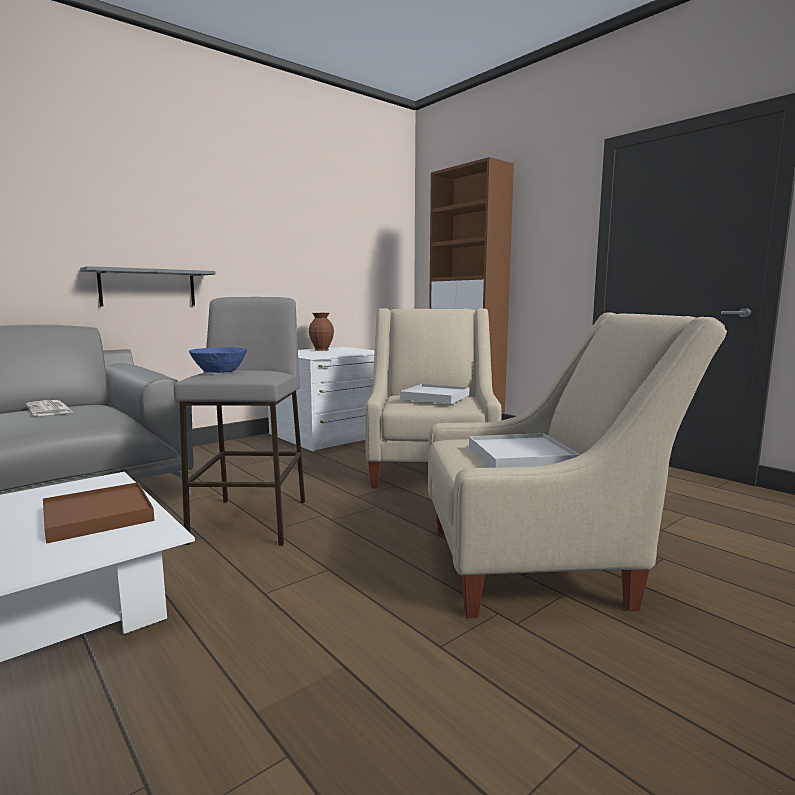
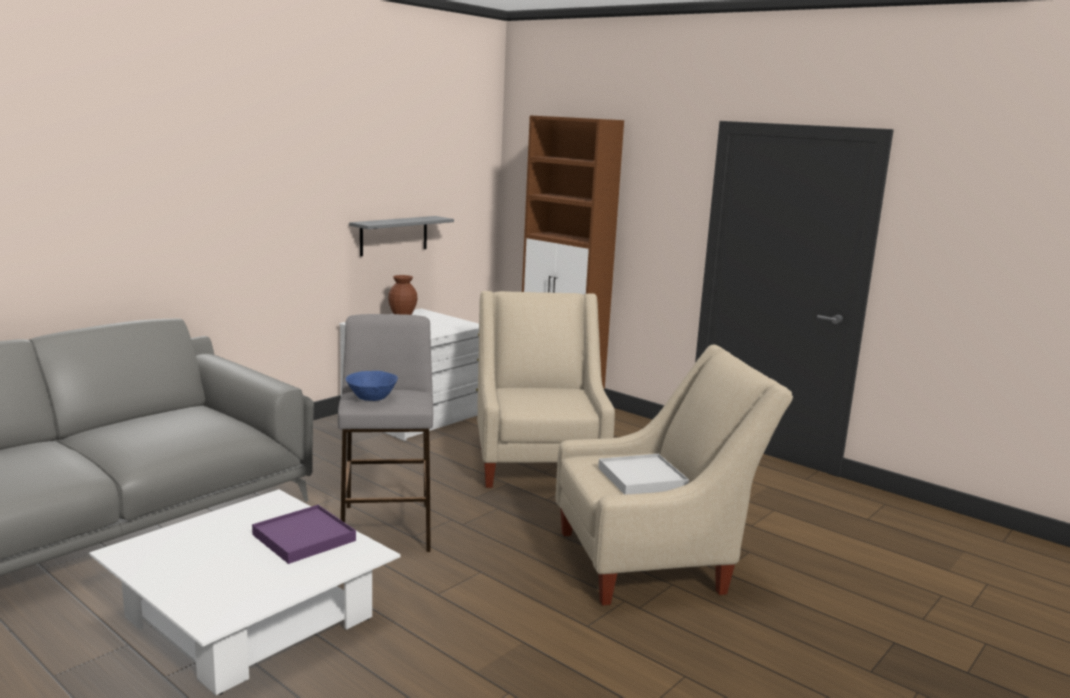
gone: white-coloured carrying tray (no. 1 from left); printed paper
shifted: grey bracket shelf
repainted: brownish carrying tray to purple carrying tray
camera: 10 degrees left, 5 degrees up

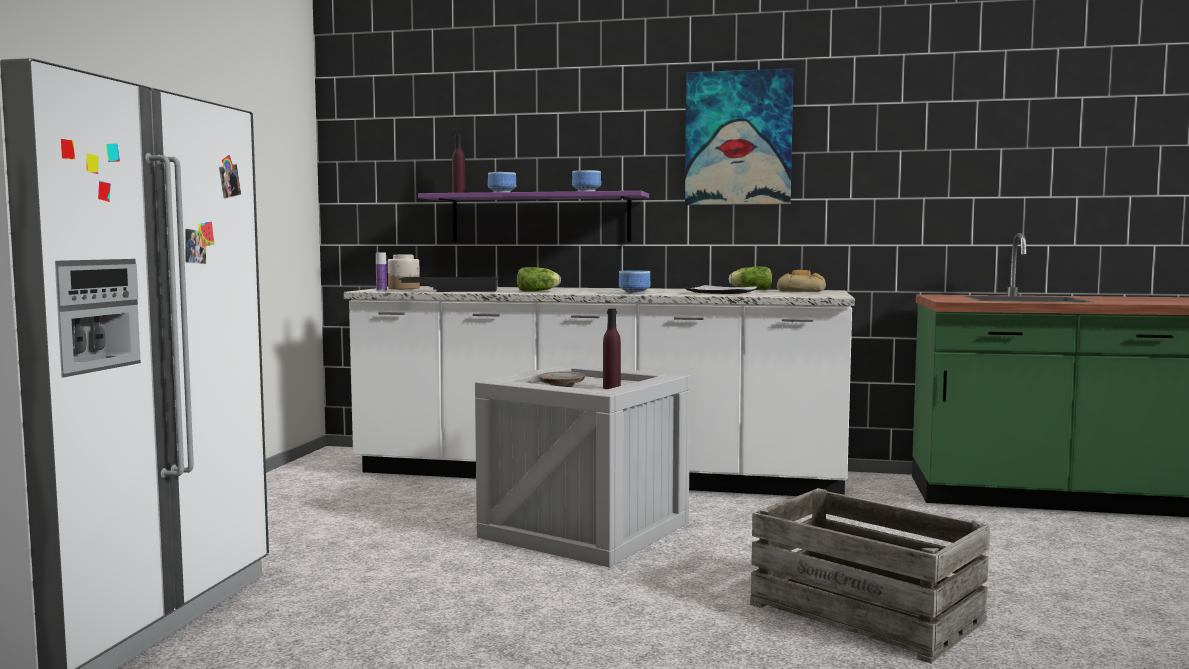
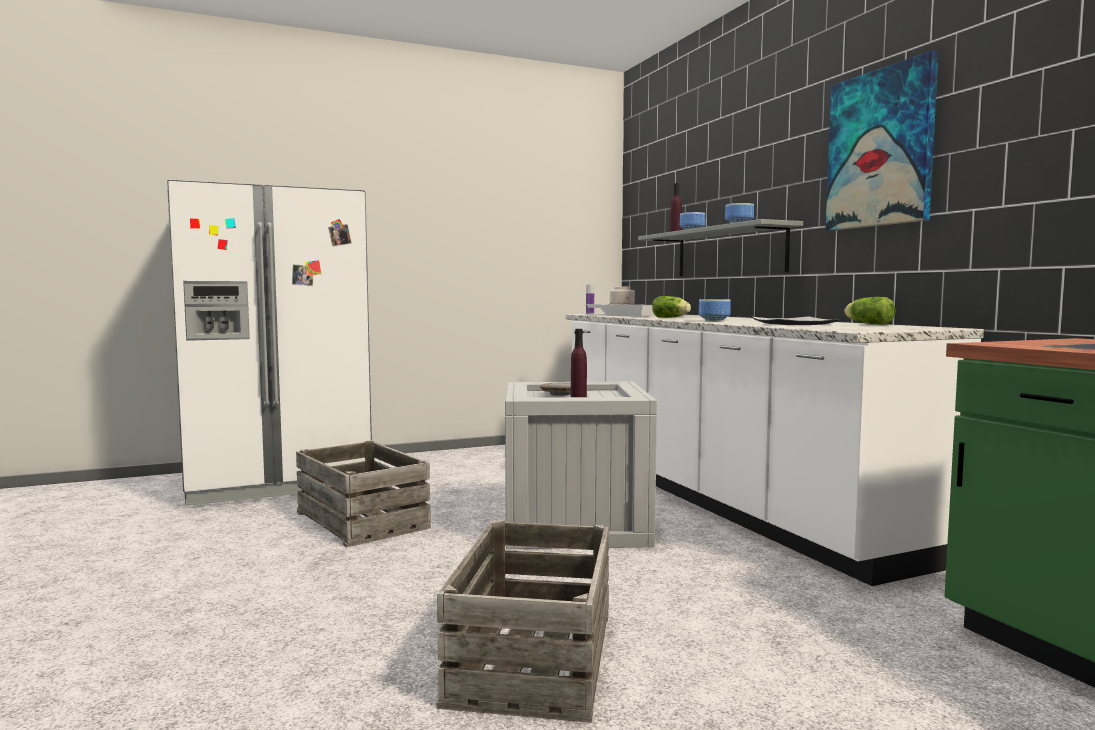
gone: bakery bread
new: crate (no. 1 from left)
repainted: purple bracket shelf to grey bracket shelf; blackish carrying tray to white-coloured carrying tray
camera: 55 degrees right, 0 degrees up

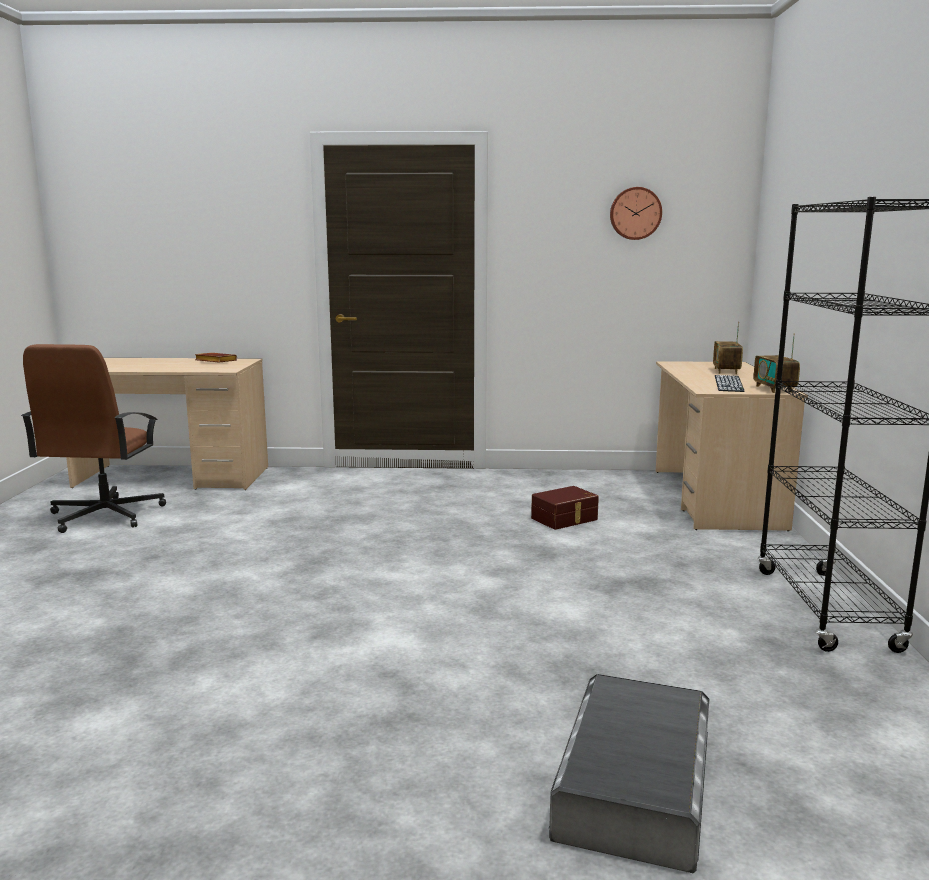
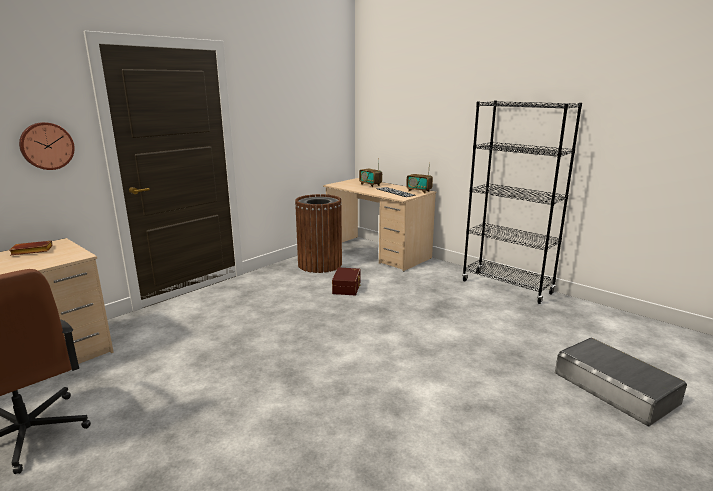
new: brownish rubbish bin
shifted: hanging clock
camera: 50 degrees left, 5 degrees up

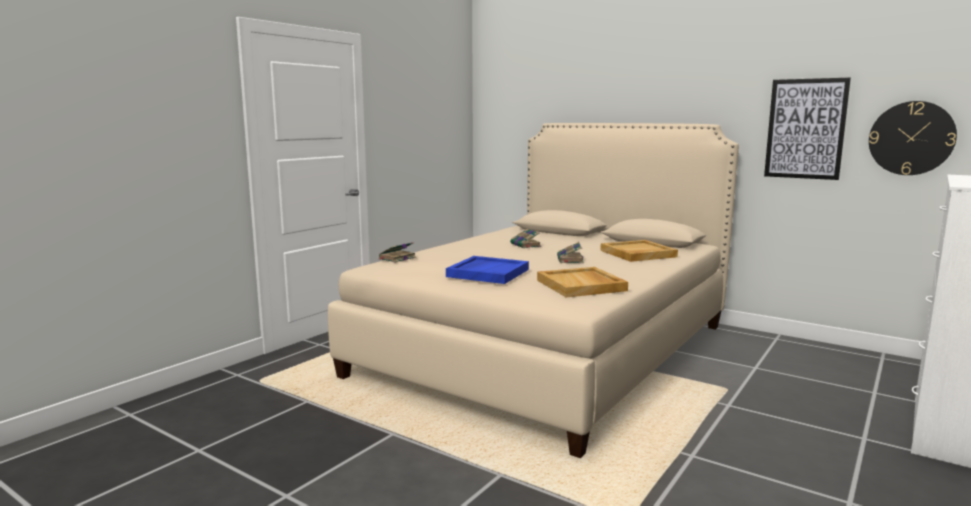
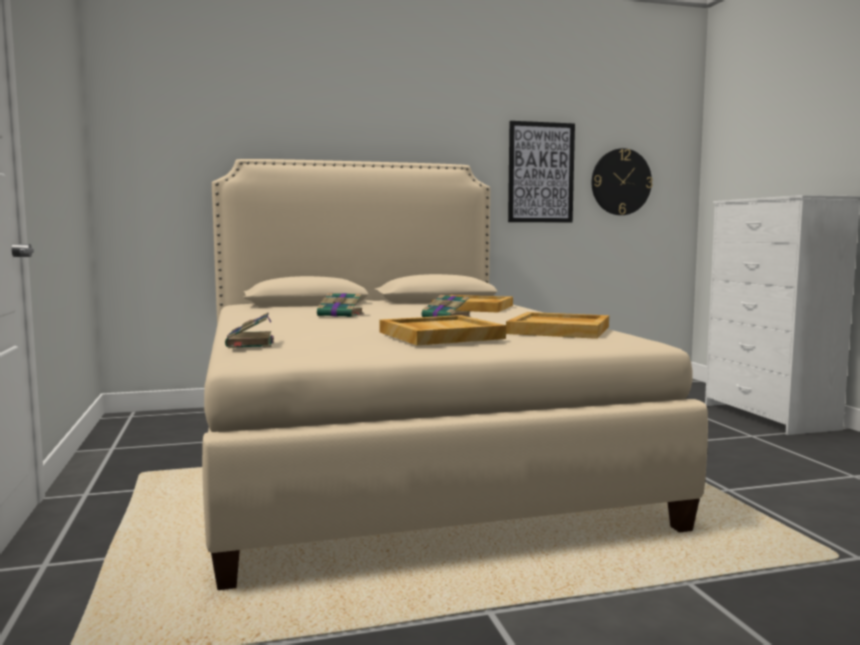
repainted: blue-coloured carrying tray to sand-coloured carrying tray (no. 1 from left)
camera: 50 degrees left, 5 degrees down

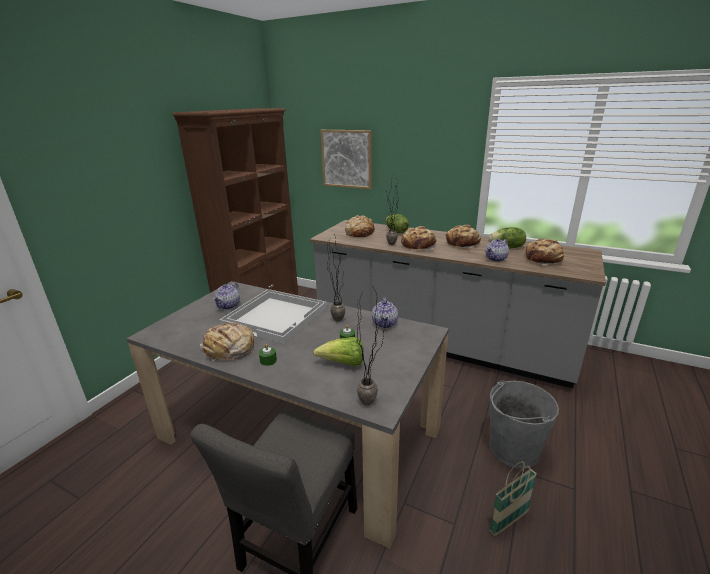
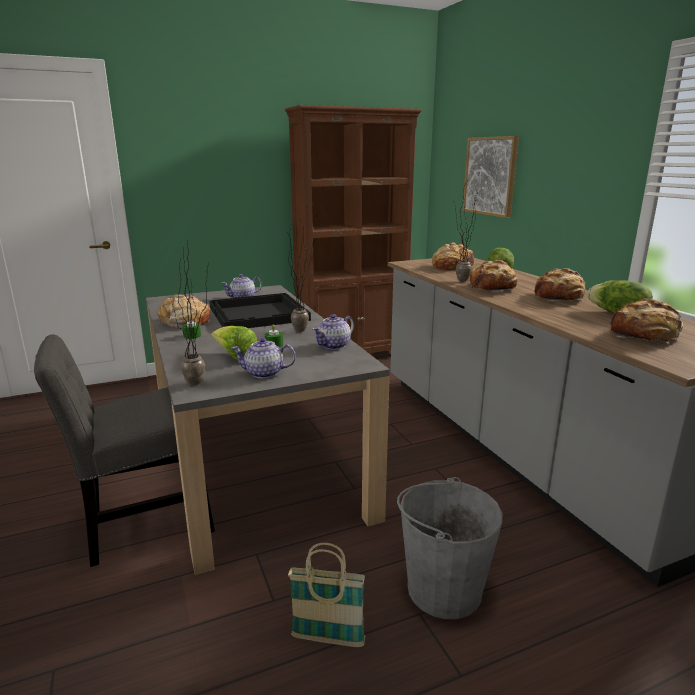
shifted: teapot (no. 3 from left in the first image) to teapot (no. 2 from left)
repainted: white-coloured carrying tray to blackish carrying tray
camera: 40 degrees right, 5 degrees down

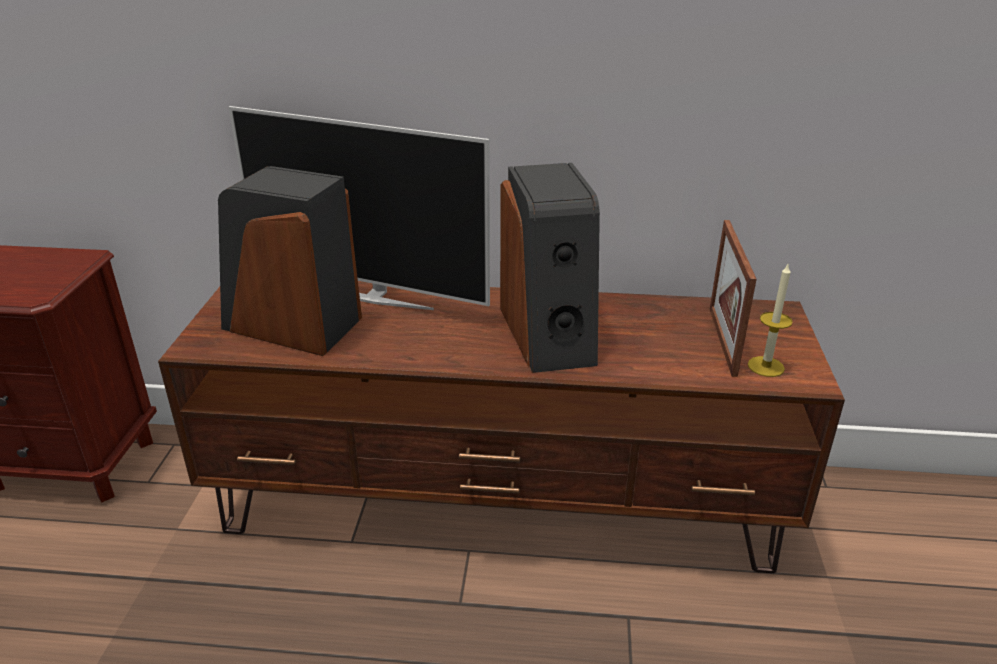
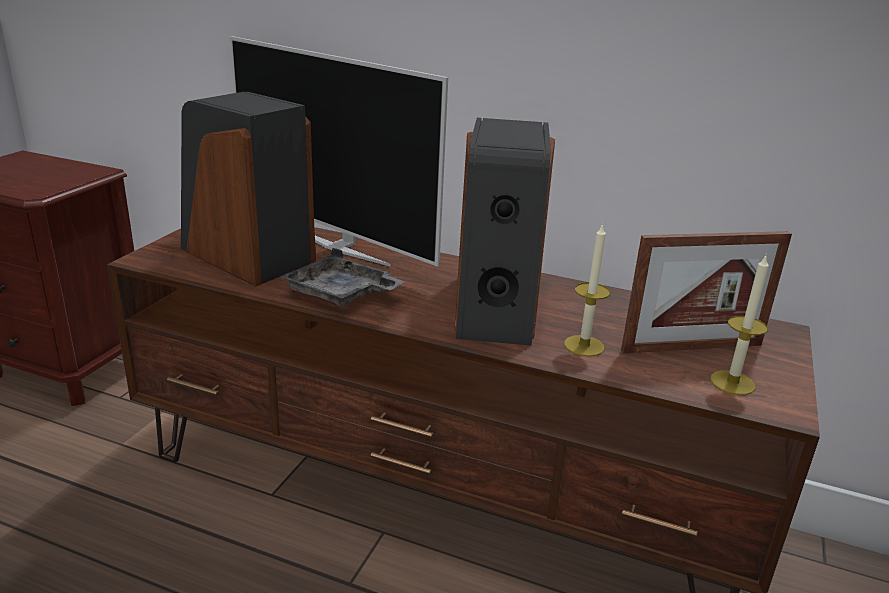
new: wax light (no. 1 from left); grey carrying tray
rotated: picture frame 120 degrees counterclockwise
camera: 15 degrees right, 5 degrees down

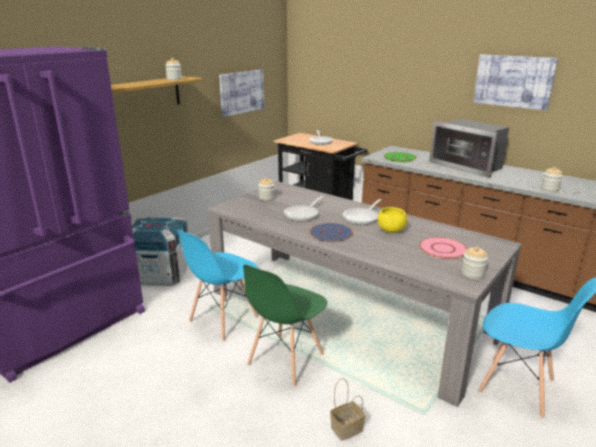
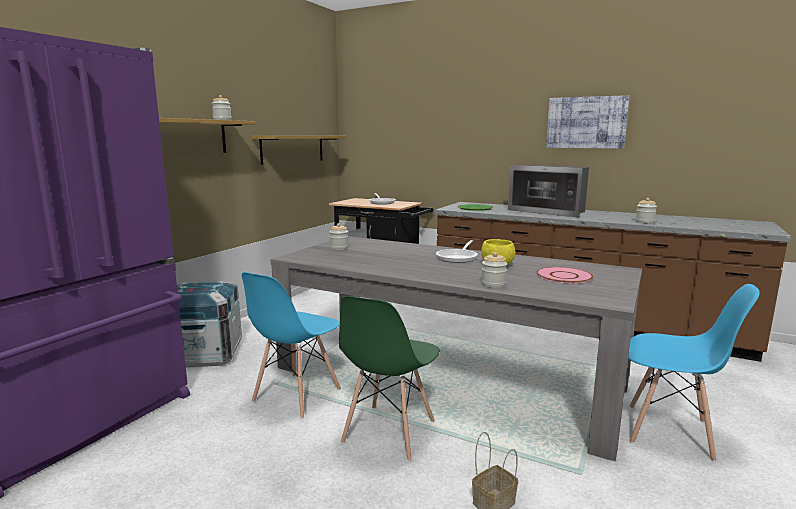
gone: skillet (no. 1 from left); blue-coloured flat dish
shifted: preserve jar (no. 3 from left)
swapped: wall picture (no. 1 from left) to bracket shelf (no. 2 from left)
camera: 10 degrees left, 10 degrees down

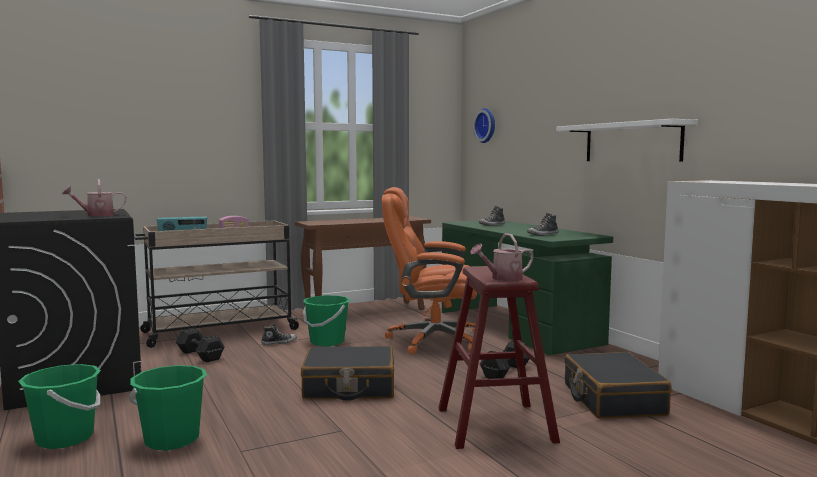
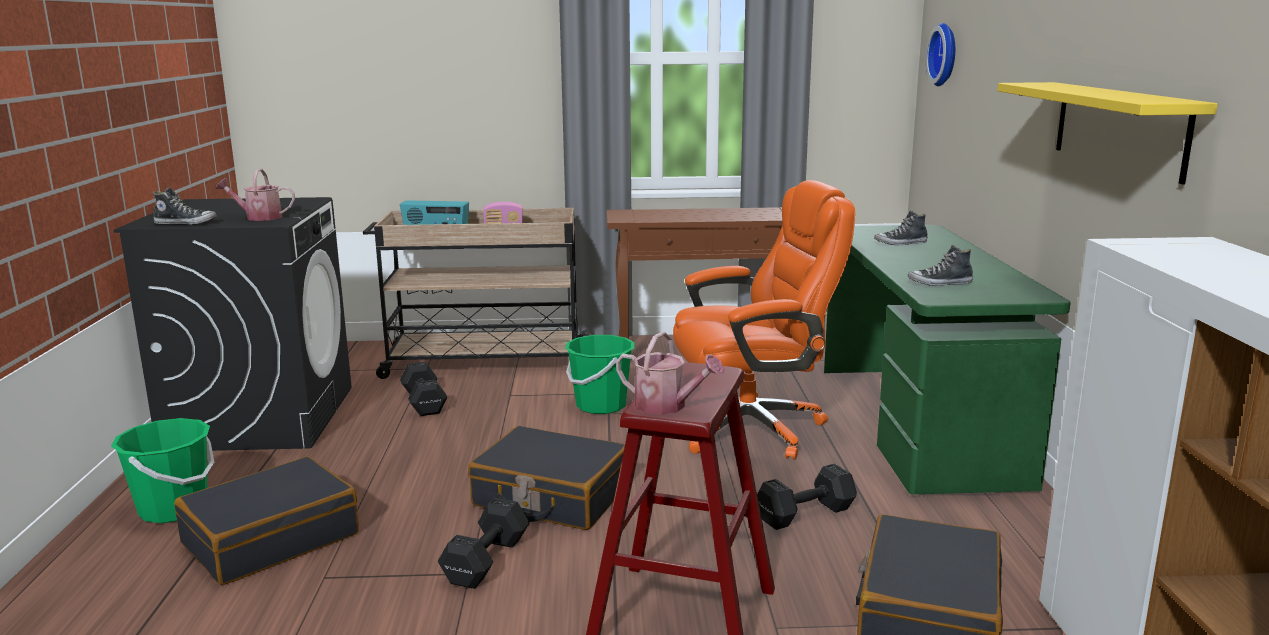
new: blackish free weight (no. 2 from left)
shifted: item of footwear (no. 1 from left)
swapped: greenish water bucket (no. 2 from left) to blackish suitcase (no. 1 from left)
repainted: white-coloured bracket shelf to yellow bracket shelf
rotated: orange office chair 135 degrees clockwise; watering can (no. 2 from left) 150 degrees counterclockwise
camera: 25 degrees right, 10 degrees up

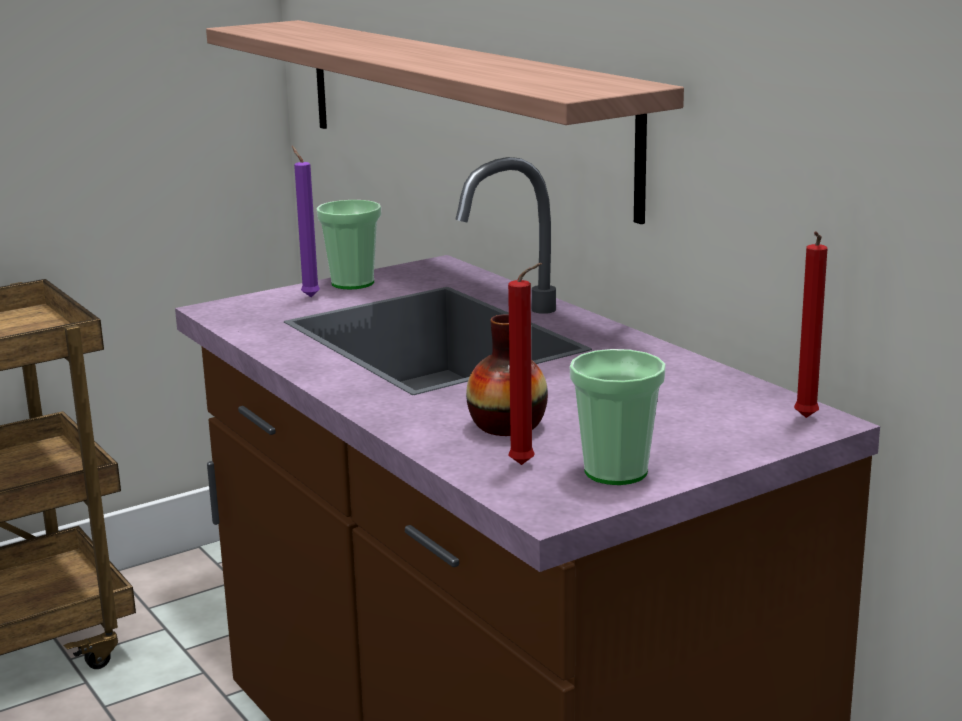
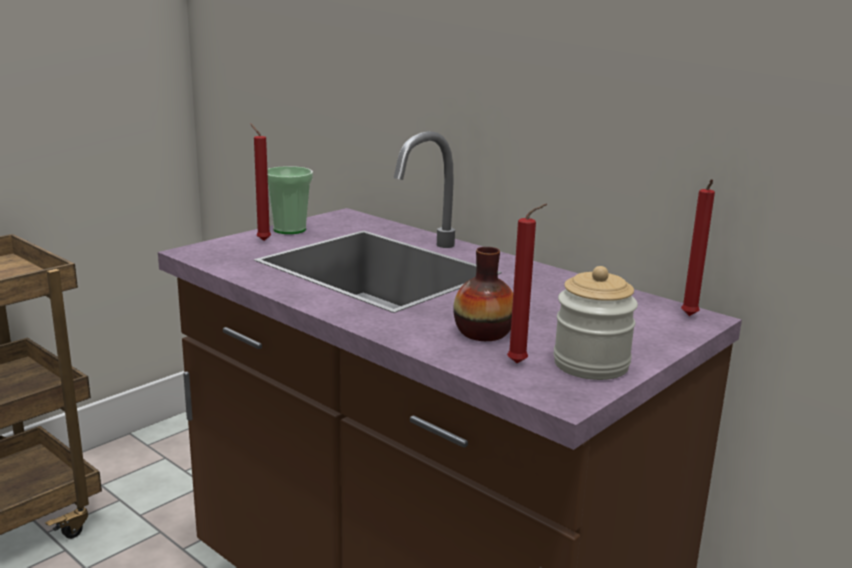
gone: bracket shelf
swapped: drinking cup (no. 2 from left) to preserve jar
repainted: purple wax light to reddish wax light (no. 1 from left)
camera: 15 degrees left, 0 degrees up

